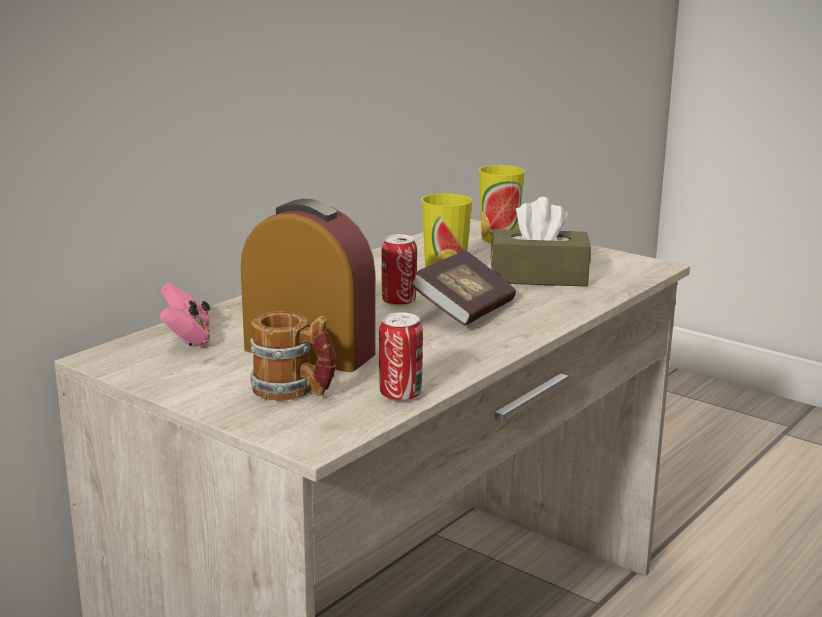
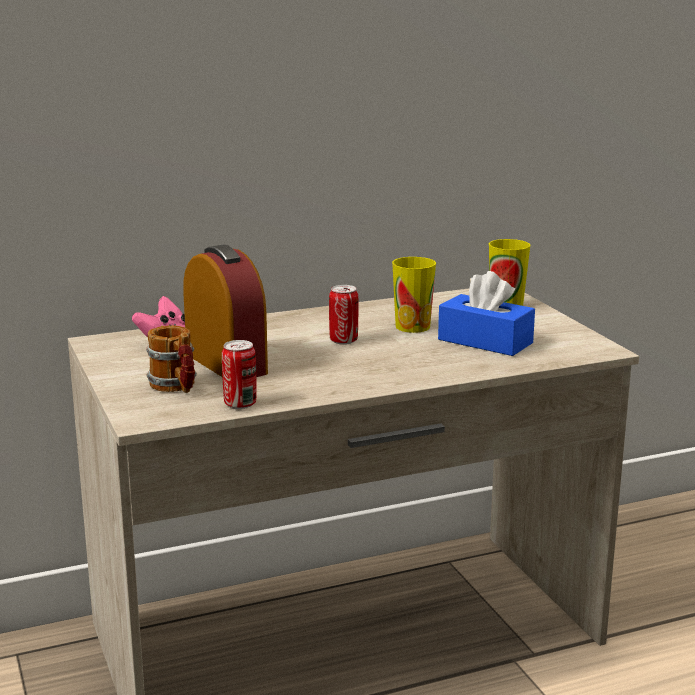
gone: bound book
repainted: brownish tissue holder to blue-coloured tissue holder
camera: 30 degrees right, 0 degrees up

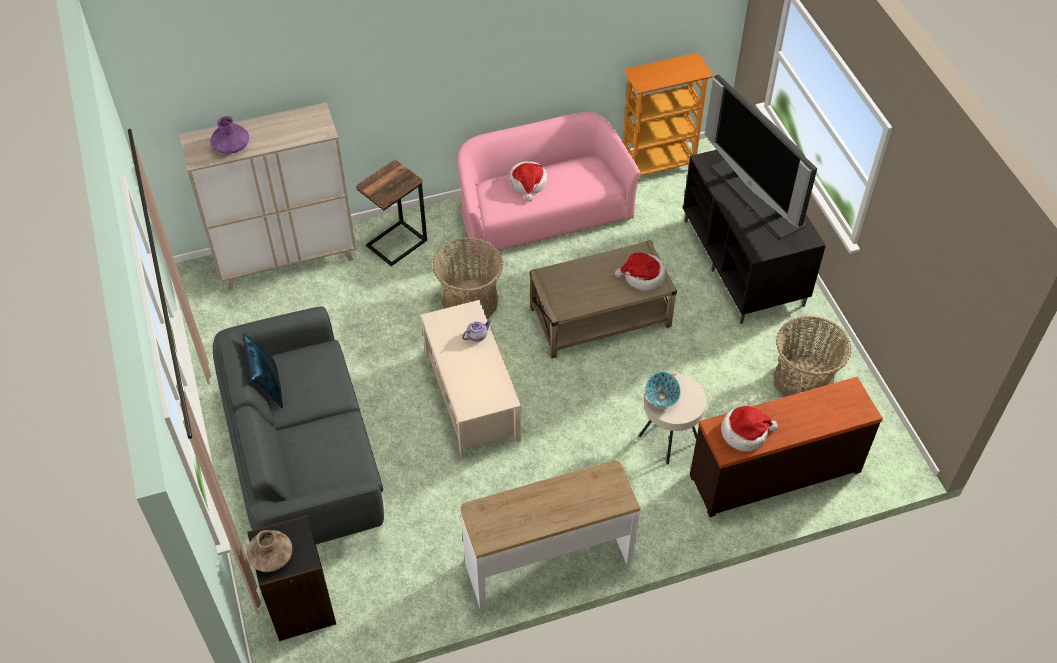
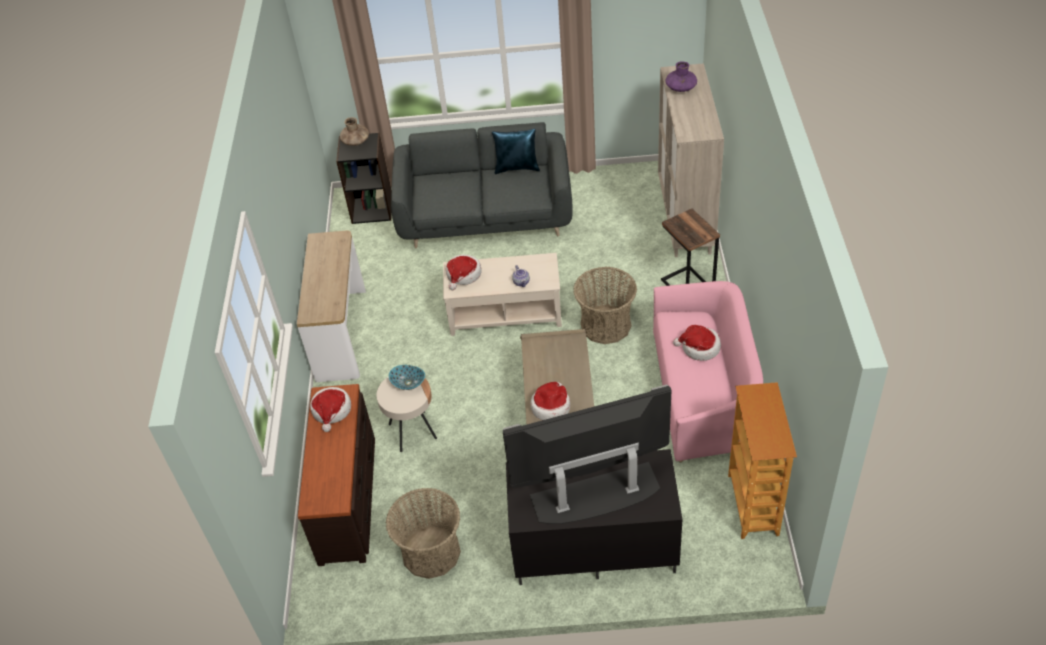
new: hat (no. 2 from left)
camera: 110 degrees right, 5 degrees down

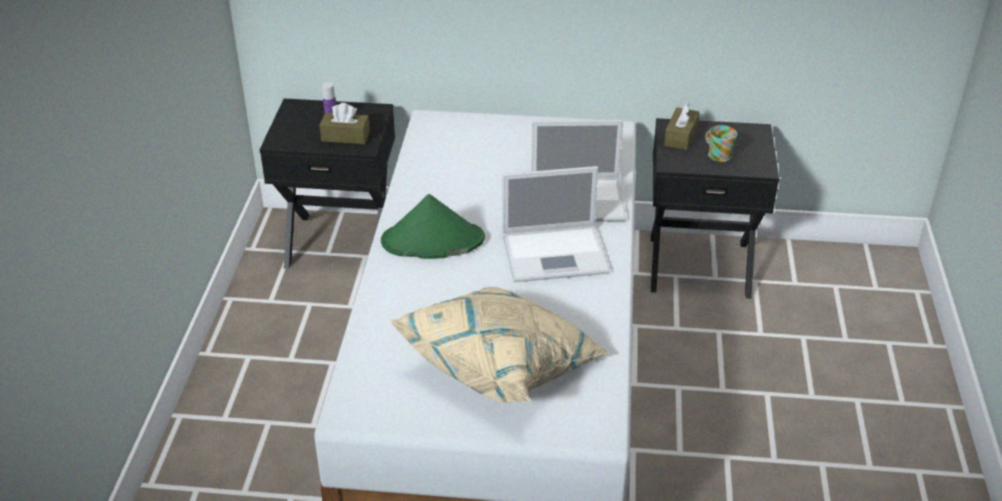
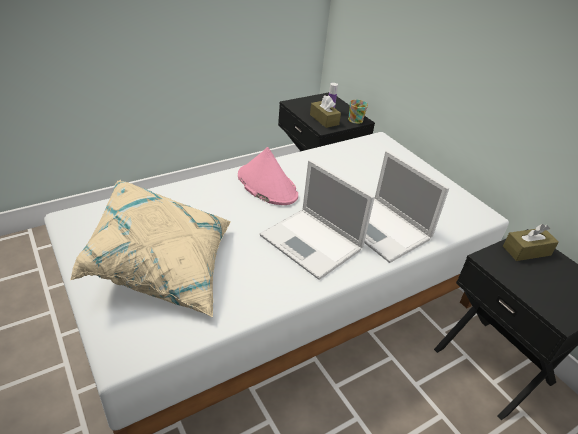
shifted: tea mug
repainted: greenish hat to pink-coloured hat
camera: 50 degrees right, 0 degrees up

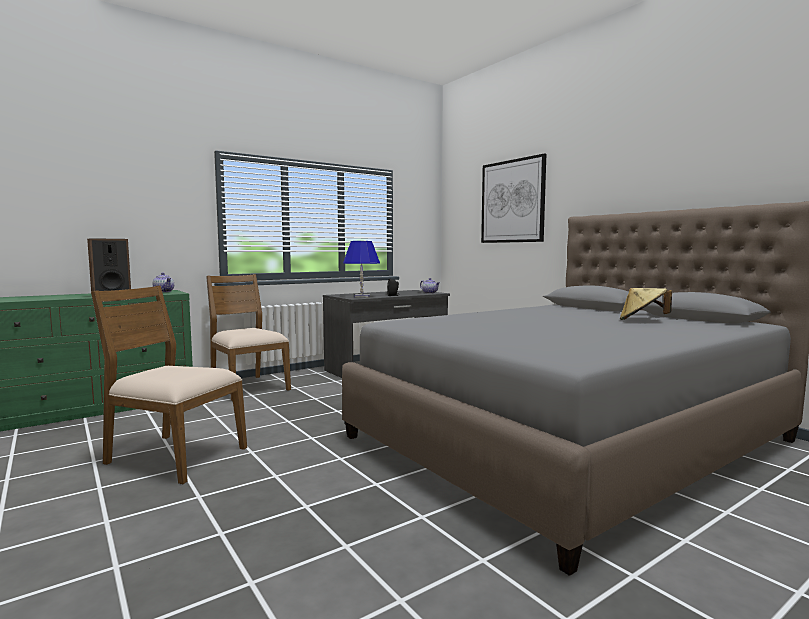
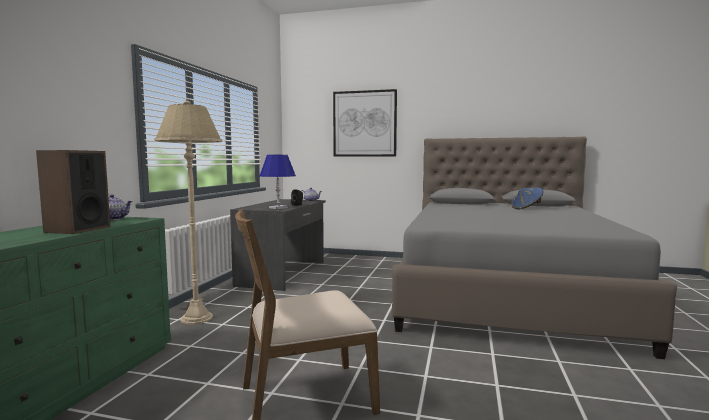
swapped: brownish chair (no. 2 from left) to sand-coloured floor lamp
repainted: sand-coloured hat to blue-coloured hat
camera: 40 degrees left, 0 degrees up

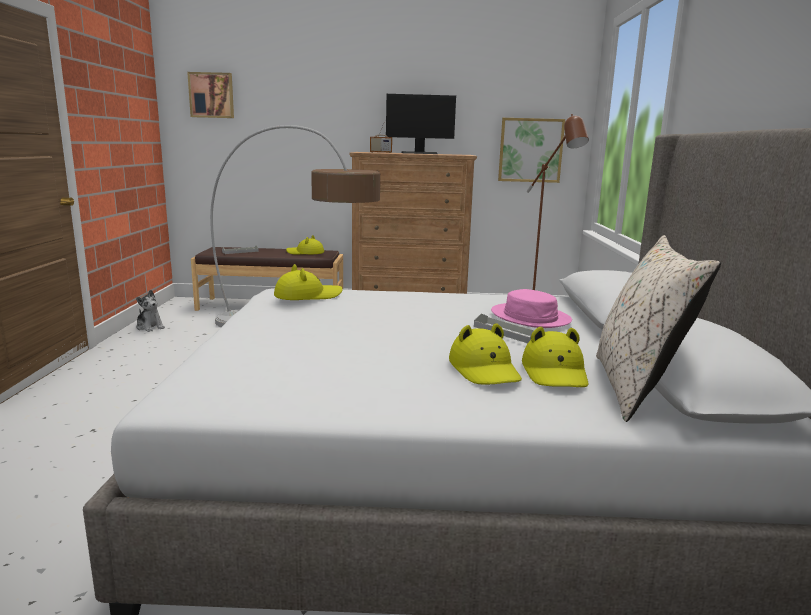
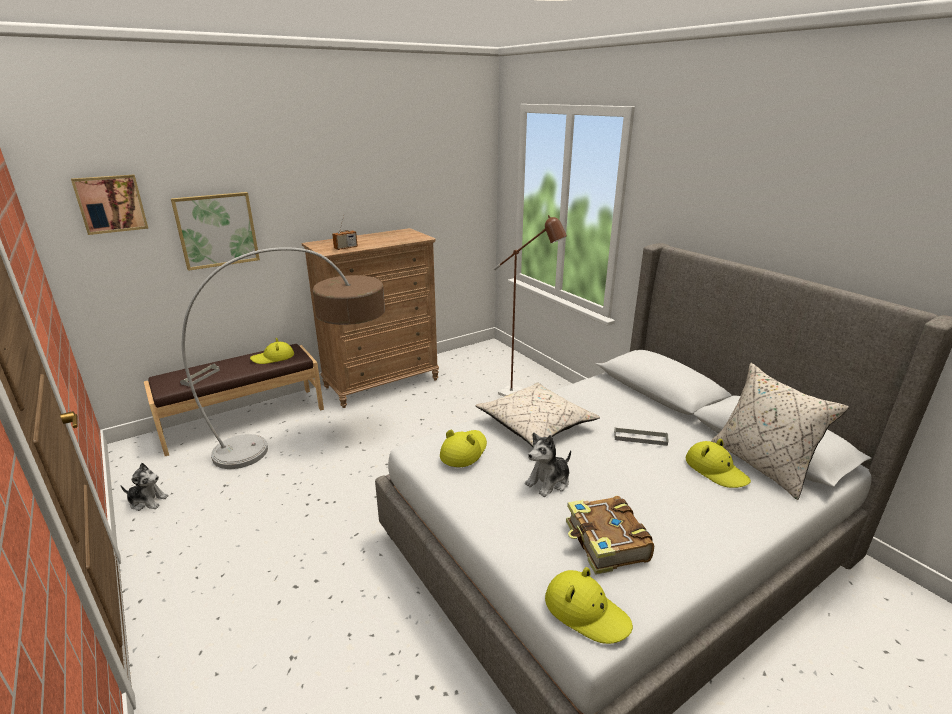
gone: computer screen; pink-coloured hat
new: sand-coloured throw pillow (no. 1 from left); plush toy (no. 2 from left); bound book
shifted: wall picture (no. 2 from left); yellow hat (no. 3 from left)
camera: 35 degrees left, 10 degrees up

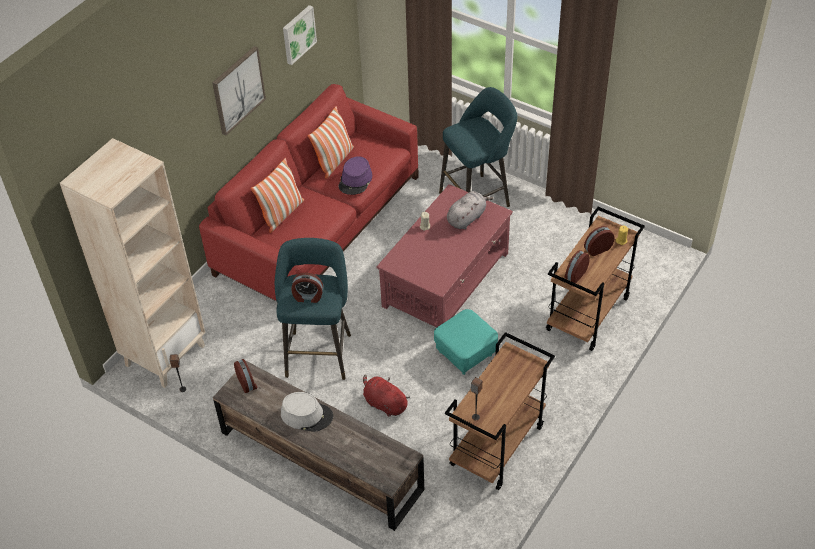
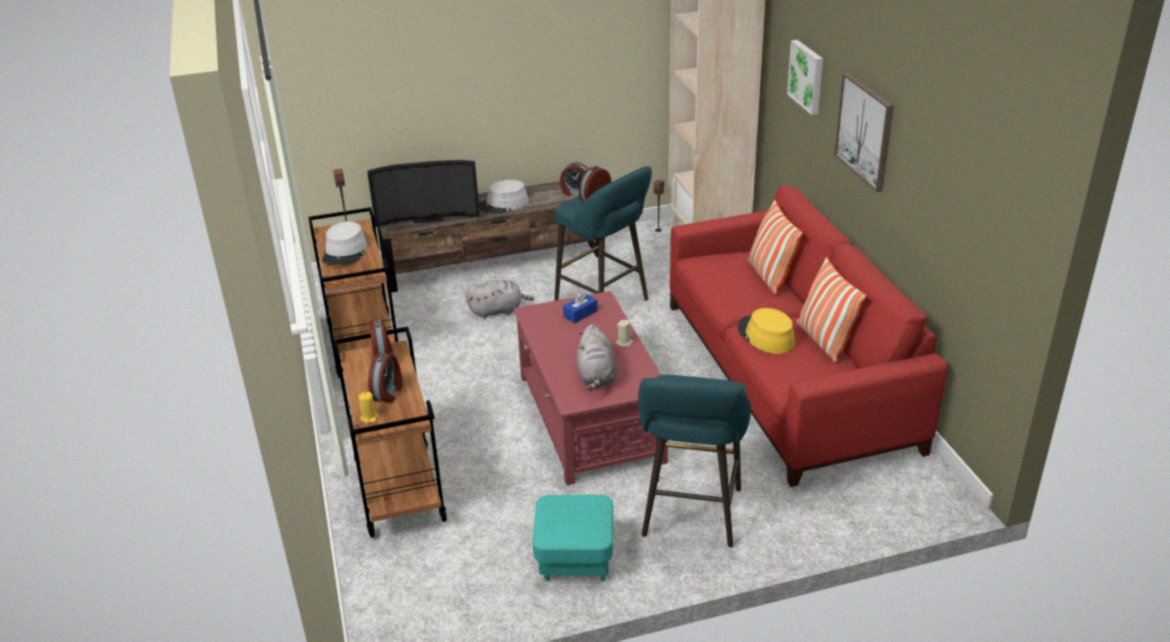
new: television; grey hat (no. 1 from left); blue-coloured tissue holder
shifted: wall picture (no. 2 from left in the first image) to wall picture (no. 1 from left); turquoise-coloured ottoman
repainted: purple hat to yellow hat; reddish plush toy to grey plush toy (no. 1 from left)
camera: 130 degrees right, 15 degrees down

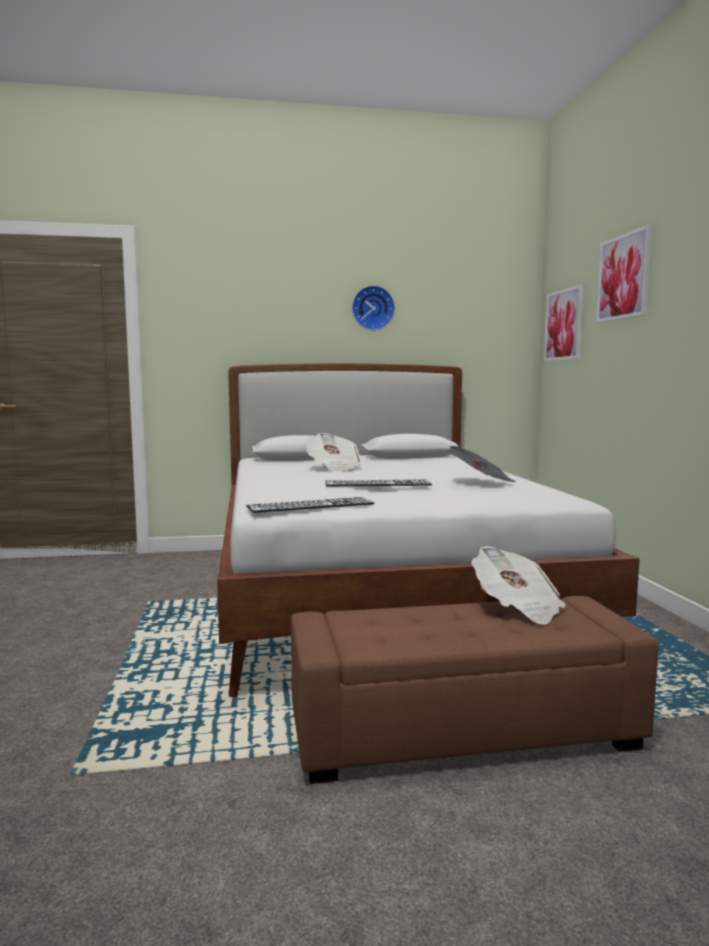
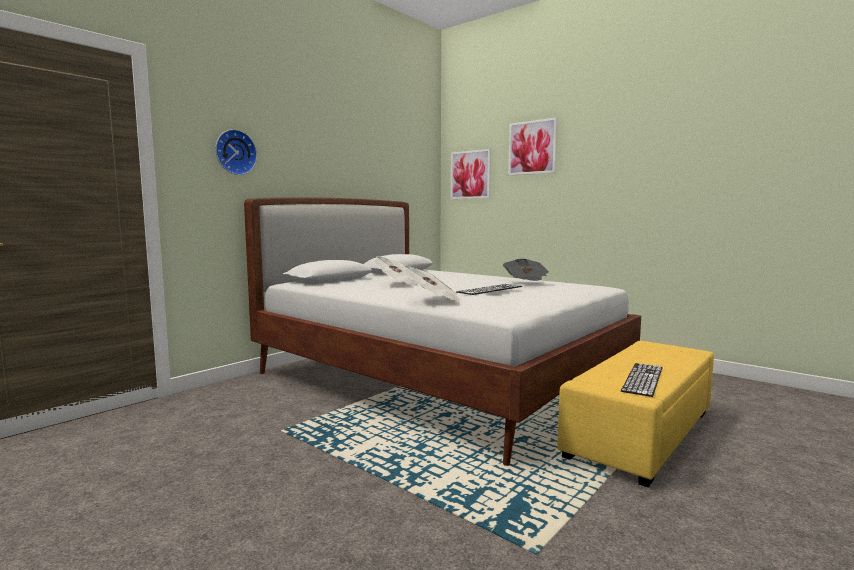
shifted: hanging clock; computer keyboard (no. 1 from left in the first image) to computer keyboard (no. 2 from left); printed paper (no. 3 from left in the first image) to printed paper (no. 2 from left)
repainted: brownish ottoman to yellow ottoman
camera: 40 degrees left, 0 degrees up

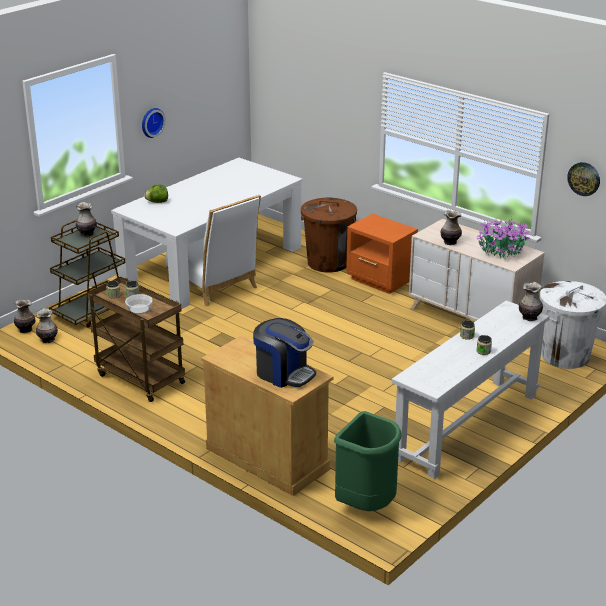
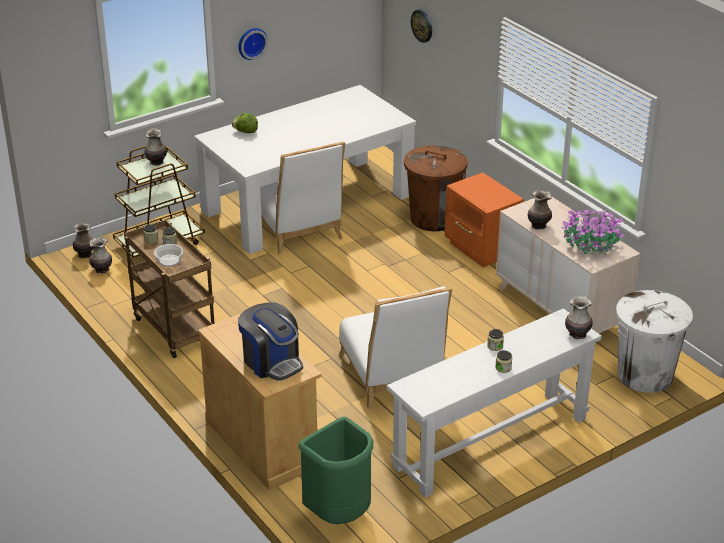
new: white-coloured chair (no. 2 from left)
shifted: hanging clock (no. 2 from left)
camera: 15 degrees right, 5 degrees up

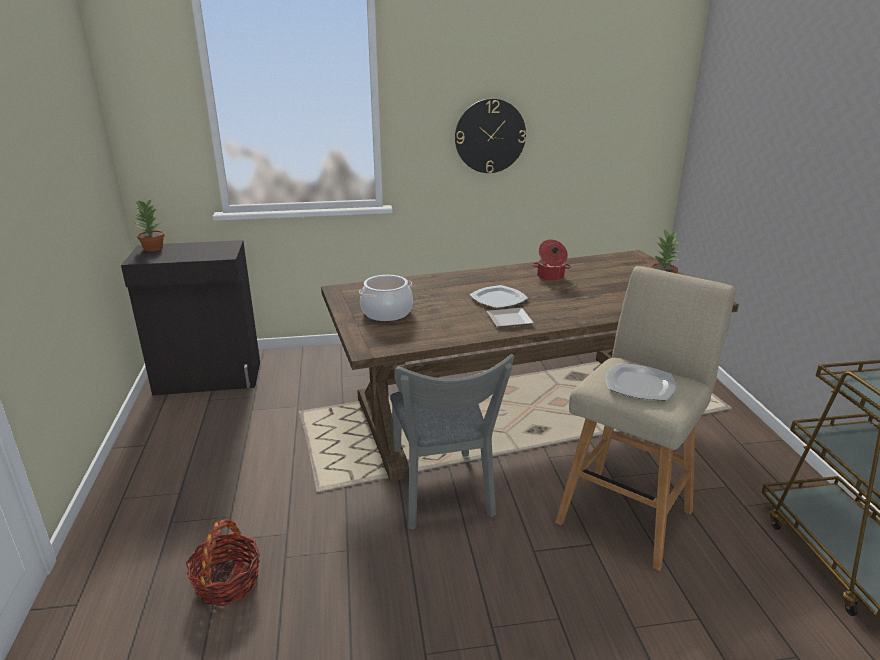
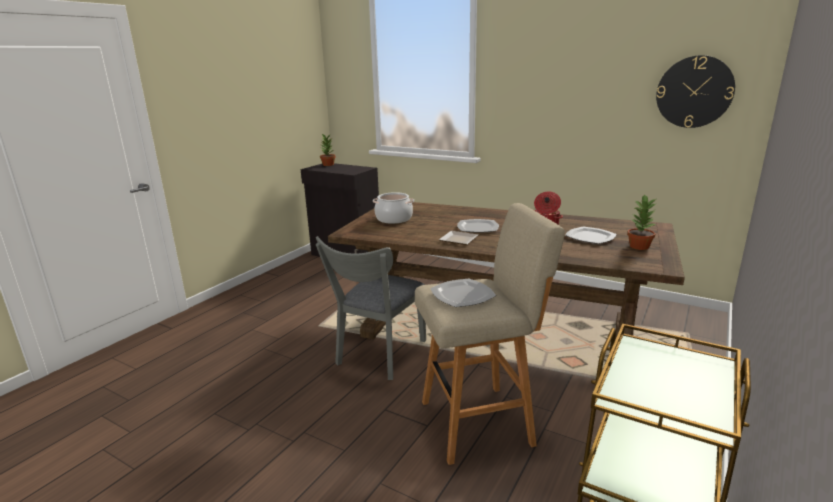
gone: basket
new: flat dish (no. 4 from left)
shifted: hanging clock
camera: 40 degrees right, 5 degrees down

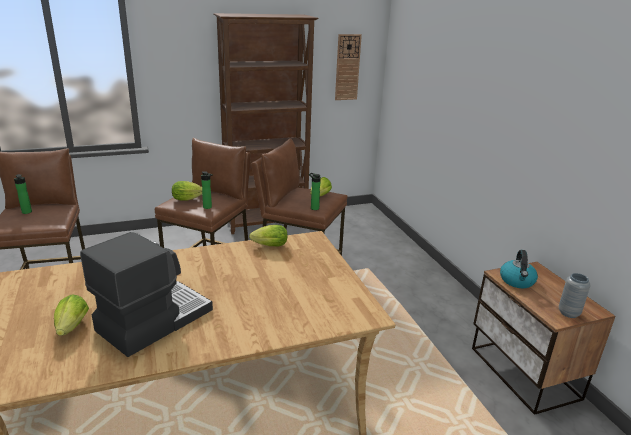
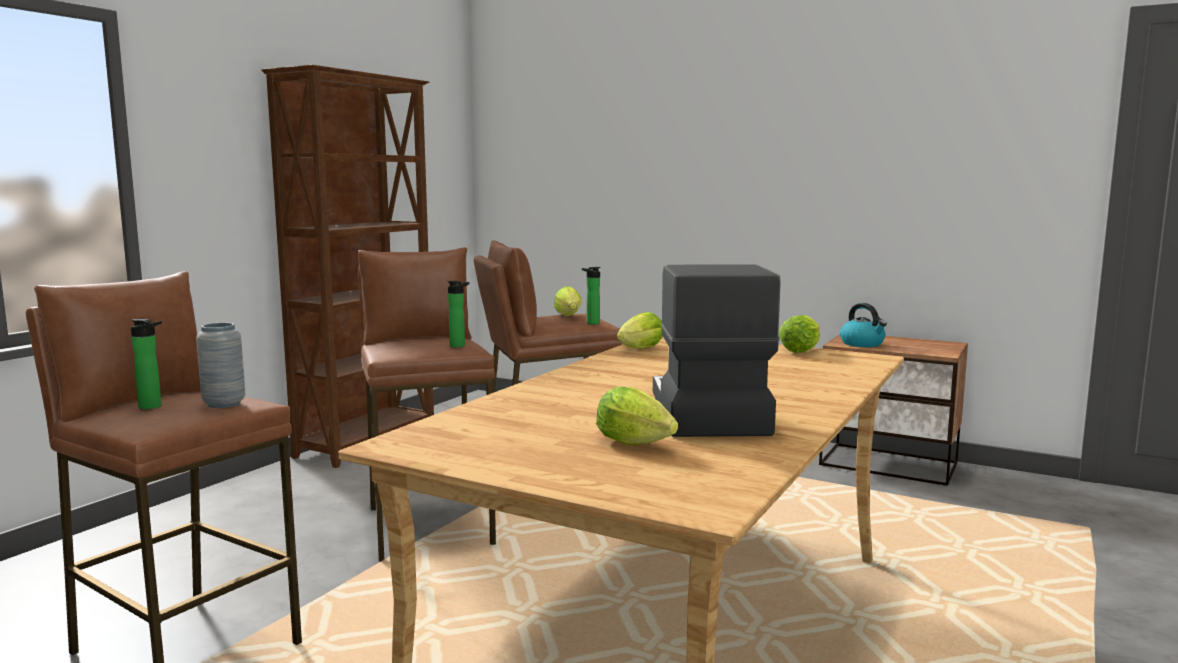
gone: hanging clock
shifted: head of lettuce (no. 2 from left in the first image) to head of lettuce (no. 4 from left); grey vase
camera: 40 degrees left, 15 degrees down

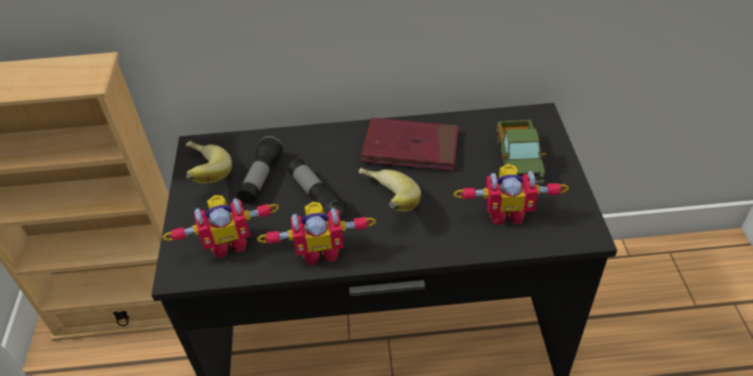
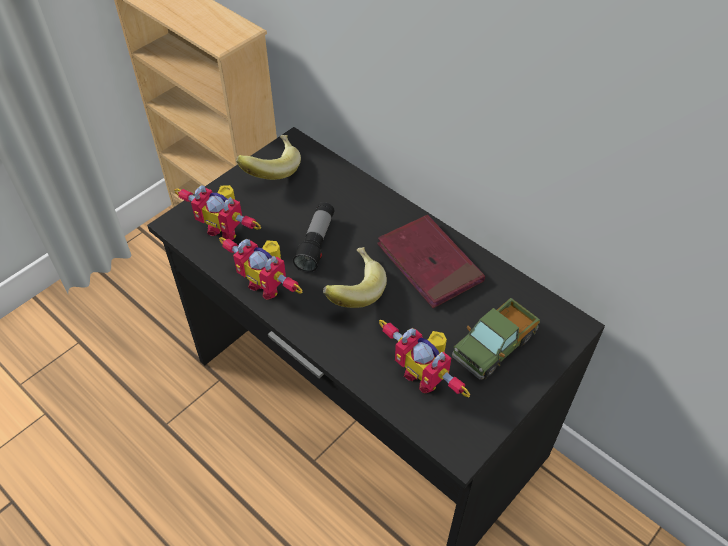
gone: torch (no. 1 from left)
camera: 45 degrees right, 5 degrees up

